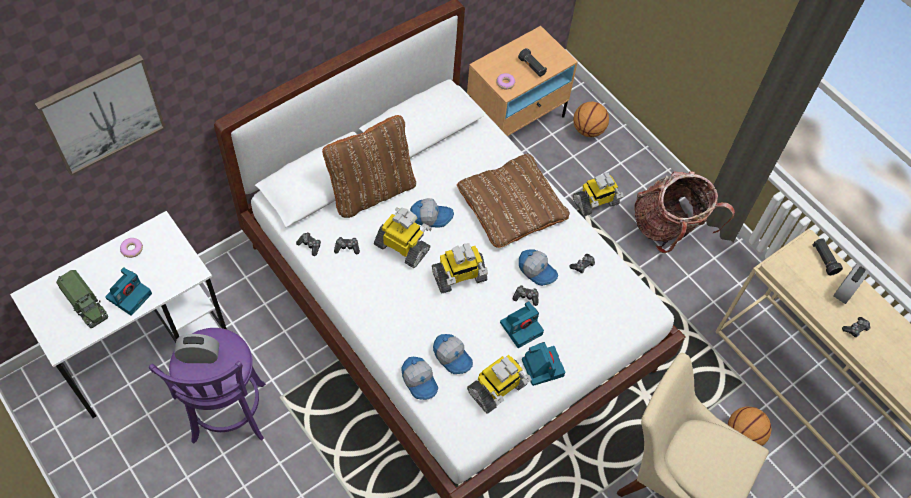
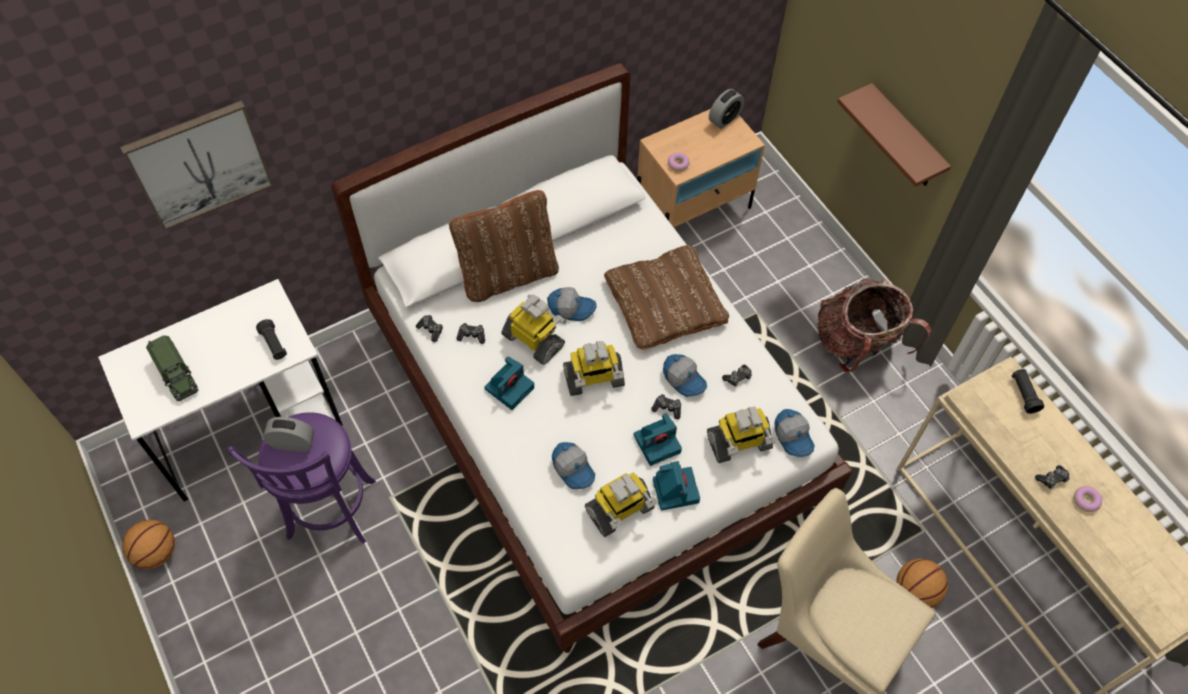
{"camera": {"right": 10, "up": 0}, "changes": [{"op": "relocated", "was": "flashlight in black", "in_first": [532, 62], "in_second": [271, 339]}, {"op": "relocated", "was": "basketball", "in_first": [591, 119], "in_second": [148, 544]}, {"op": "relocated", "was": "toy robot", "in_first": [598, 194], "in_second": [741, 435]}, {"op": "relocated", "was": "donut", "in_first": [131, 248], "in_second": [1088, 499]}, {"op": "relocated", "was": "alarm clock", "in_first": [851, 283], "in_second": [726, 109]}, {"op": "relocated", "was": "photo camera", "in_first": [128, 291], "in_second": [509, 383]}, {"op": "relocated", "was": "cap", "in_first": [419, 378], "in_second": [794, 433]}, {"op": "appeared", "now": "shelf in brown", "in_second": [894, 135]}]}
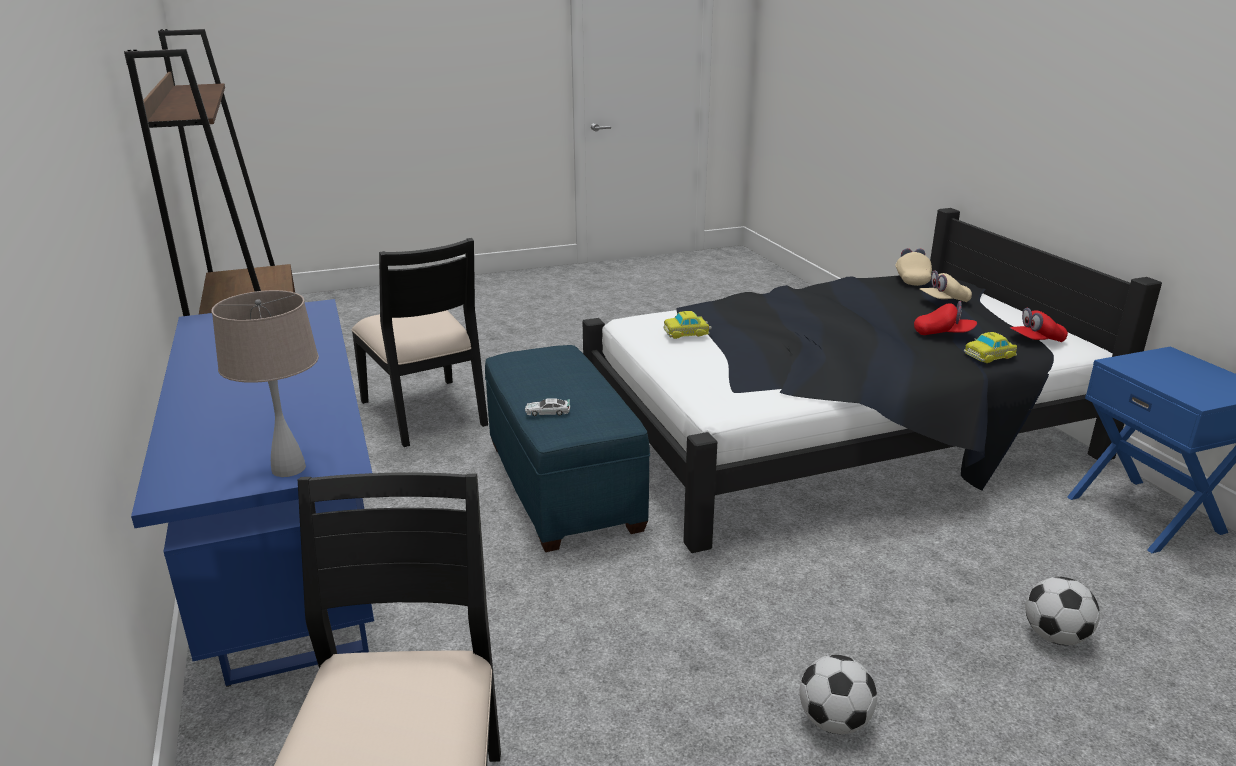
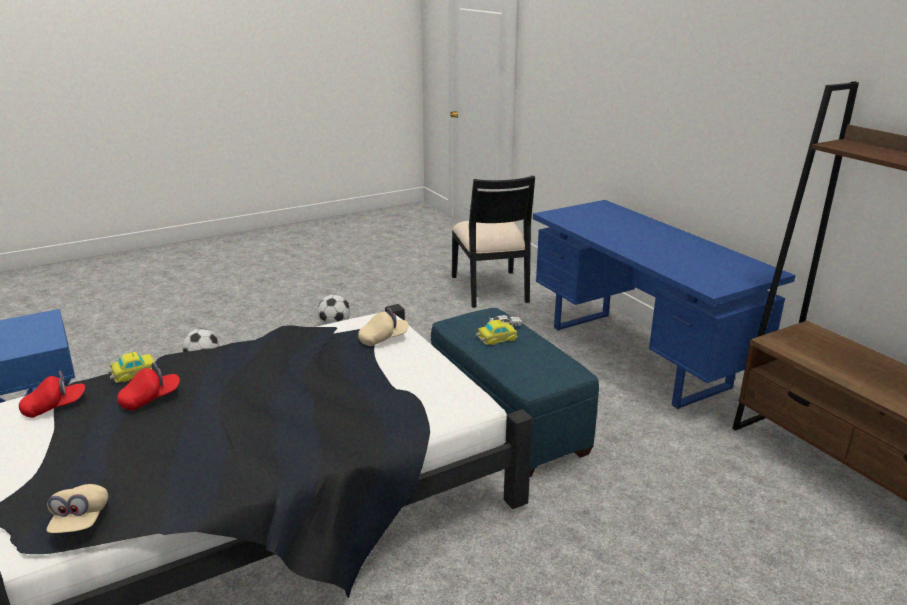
{"camera": {"right": 170, "up": 0}, "changes": [{"op": "missing", "was": "chair in black", "in_first": [420, 342]}, {"op": "relocated", "was": "cap in beige", "in_first": [946, 286], "in_second": [383, 327]}, {"op": "missing", "was": "table lamp in beige", "in_first": [265, 383]}, {"op": "spun", "was": "cap in red", "in_first": [945, 318], "in_second": [148, 386], "clockwise": 135}, {"op": "relocated", "was": "toy car", "in_first": [687, 325], "in_second": [497, 332]}]}
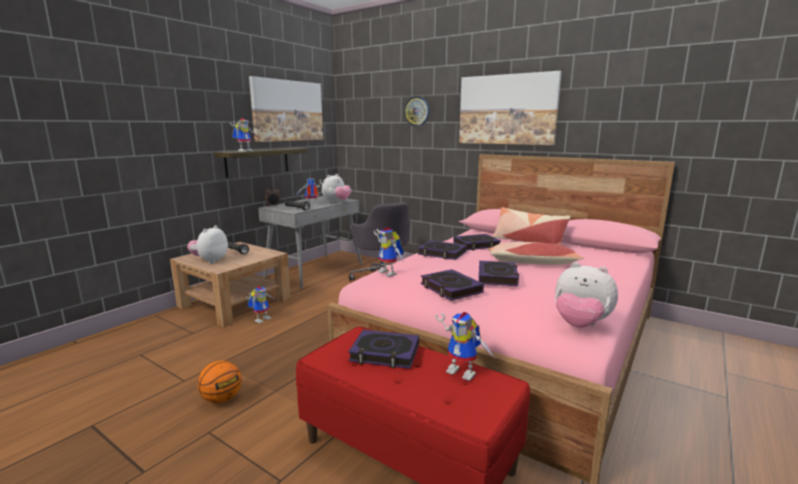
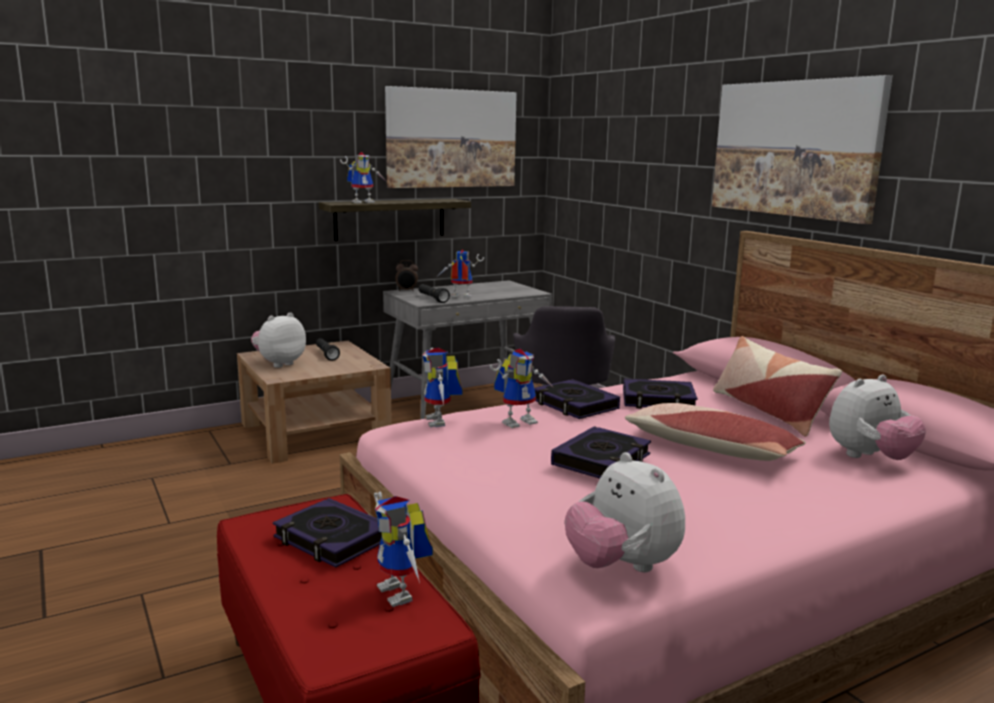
{"camera": {"right": 25, "up": 0}, "changes": [{"op": "missing", "was": "wall clock", "in_first": [416, 111]}, {"op": "relocated", "was": "plush toy", "in_first": [336, 188], "in_second": [877, 417]}, {"op": "missing", "was": "book", "in_first": [452, 285]}, {"op": "relocated", "was": "toy robot", "in_first": [260, 304], "in_second": [522, 388]}, {"op": "missing", "was": "basketball", "in_first": [220, 382]}]}
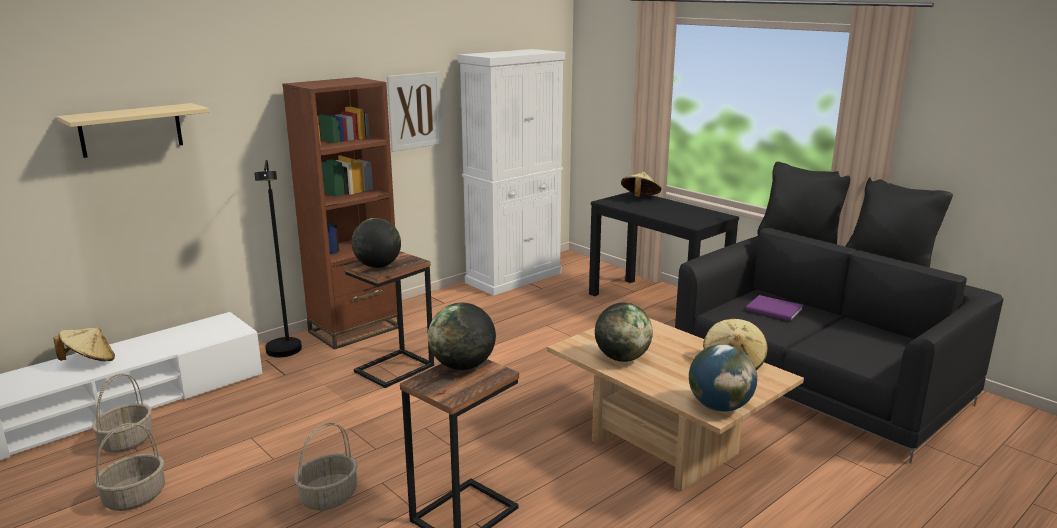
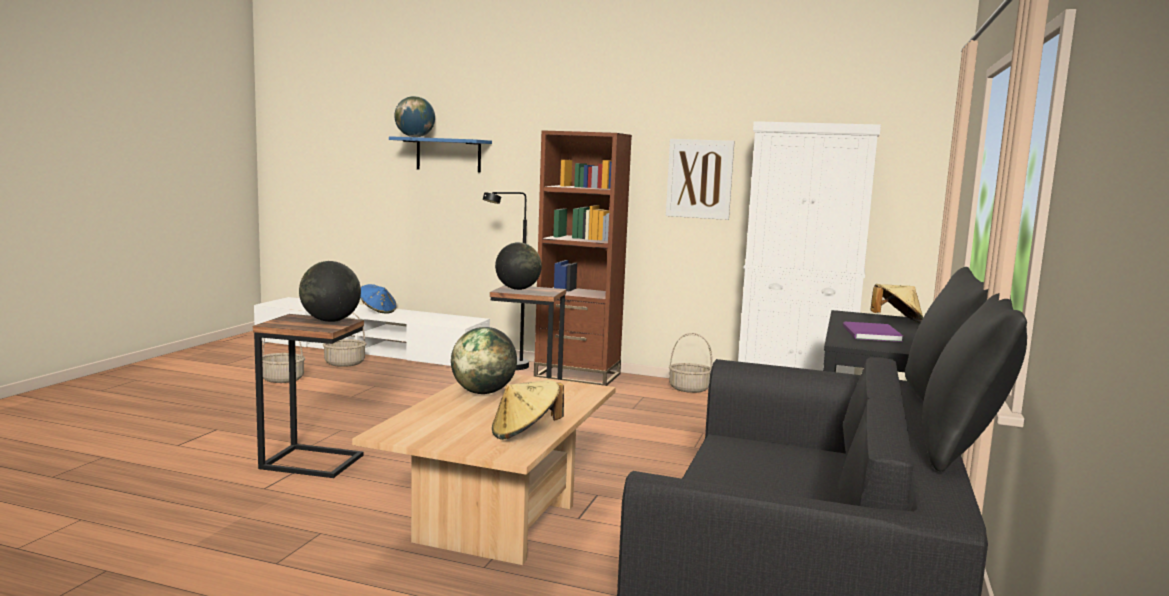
{"camera": {"right": 60, "up": -10}, "changes": [{"op": "colour", "was": "shelf in beige", "now": "shelf in blue", "in_first": [133, 130], "in_second": [440, 154]}, {"op": "relocated", "was": "book in purple", "in_first": [774, 308], "in_second": [873, 332]}, {"op": "colour", "was": "hat in beige", "now": "hat in blue", "in_first": [84, 344], "in_second": [378, 299]}, {"op": "relocated", "was": "globe", "in_first": [723, 378], "in_second": [414, 116]}, {"op": "relocated", "was": "basket", "in_first": [326, 467], "in_second": [690, 363]}]}
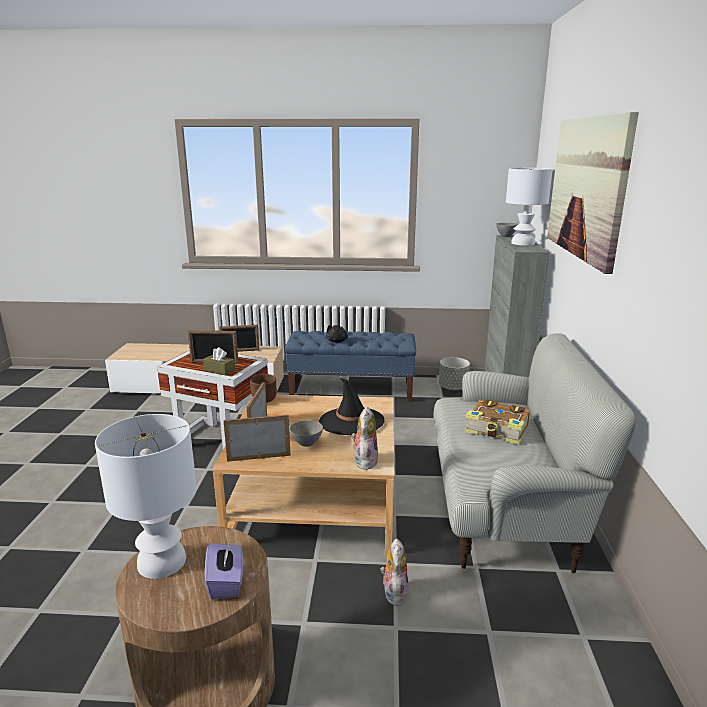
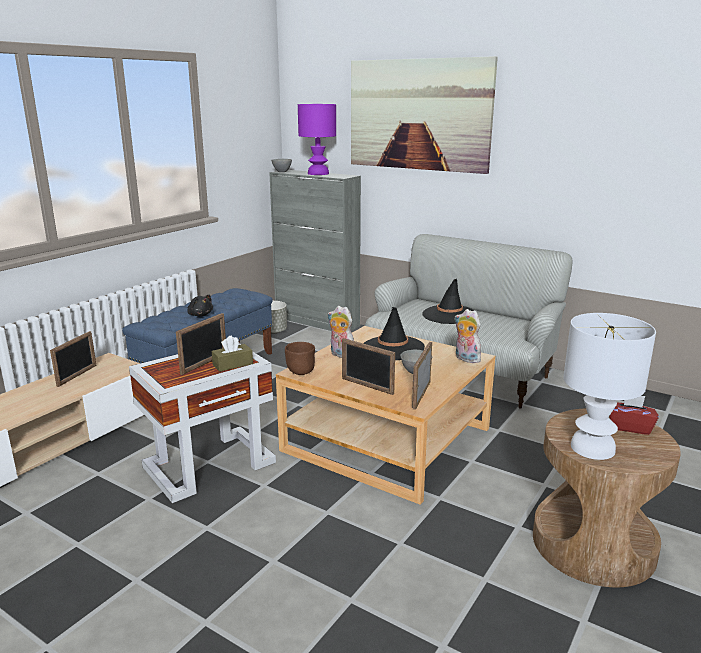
{"camera": {"right": -60, "up": 0}, "changes": [{"op": "colour", "was": "table lamp in white", "now": "table lamp in purple", "in_first": [529, 207], "in_second": [317, 139]}, {"op": "exchanged", "was": "book", "now": "hat in black", "in_first": [497, 422], "in_second": [448, 301]}, {"op": "relocated", "was": "plush toy", "in_first": [394, 572], "in_second": [340, 332]}, {"op": "colour", "was": "tissue box in purple", "now": "tissue box in red", "in_first": [223, 570], "in_second": [634, 415]}]}
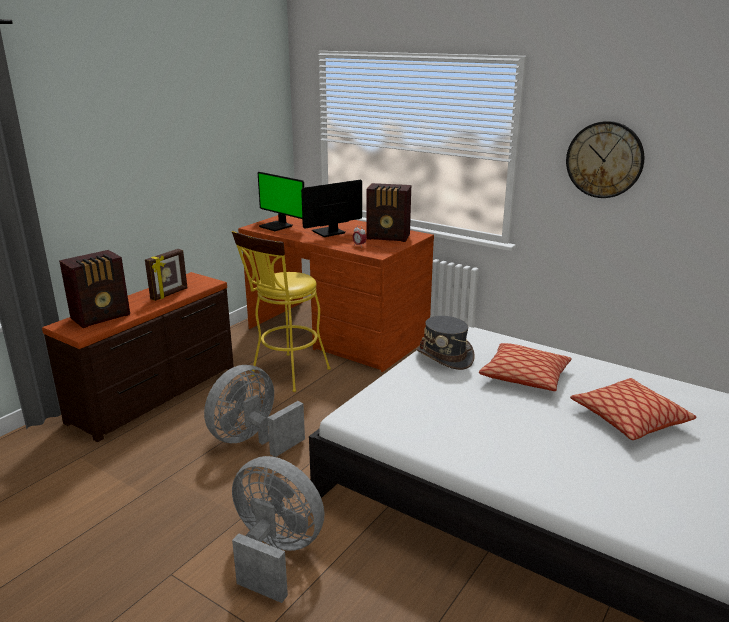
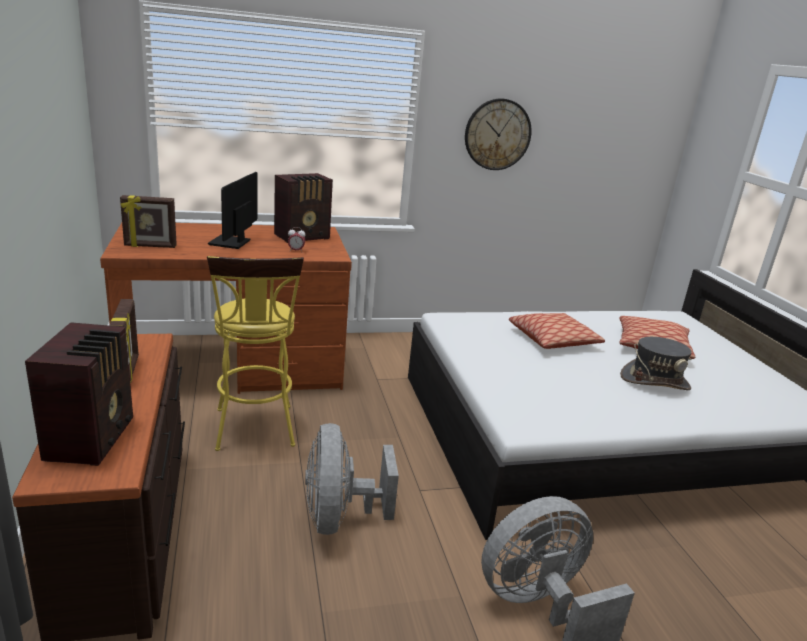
{"camera": {"right": -50, "up": 0}, "changes": [{"op": "exchanged", "was": "monitor", "now": "picture frame", "in_first": [281, 201], "in_second": [148, 221]}, {"op": "relocated", "was": "hat in grey", "in_first": [445, 343], "in_second": [656, 363]}]}
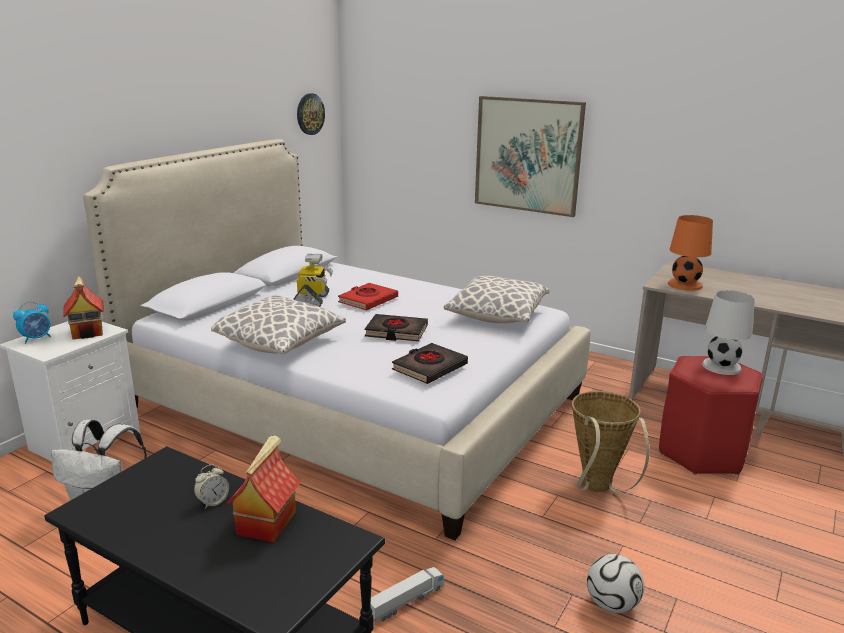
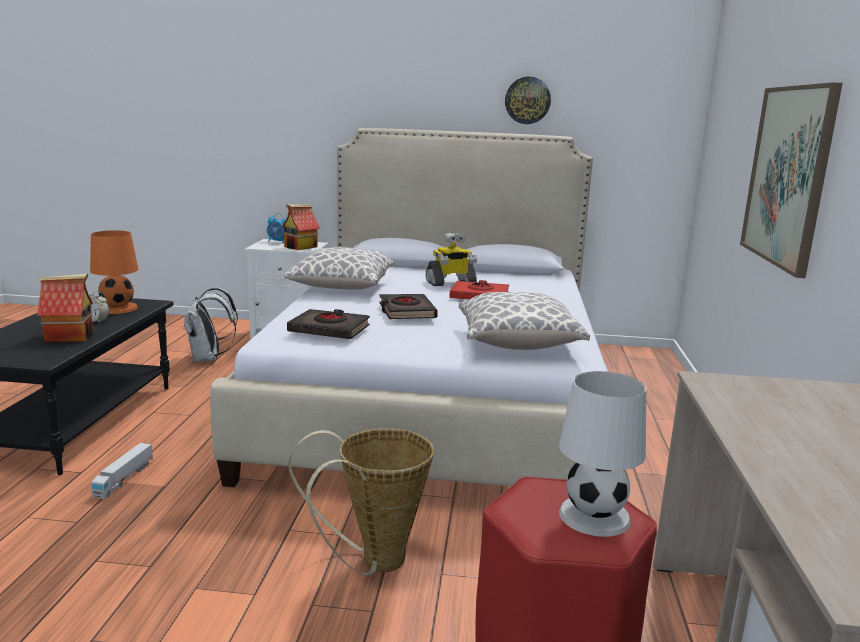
{"camera": {"right": 65, "up": -5}, "changes": [{"op": "relocated", "was": "wall clock", "in_first": [311, 114], "in_second": [528, 100]}, {"op": "relocated", "was": "table lamp in orange", "in_first": [690, 253], "in_second": [114, 272]}, {"op": "missing", "was": "football", "in_first": [615, 583]}, {"op": "spun", "was": "toy truck", "in_first": [407, 595], "in_second": [122, 471], "clockwise": 75}]}
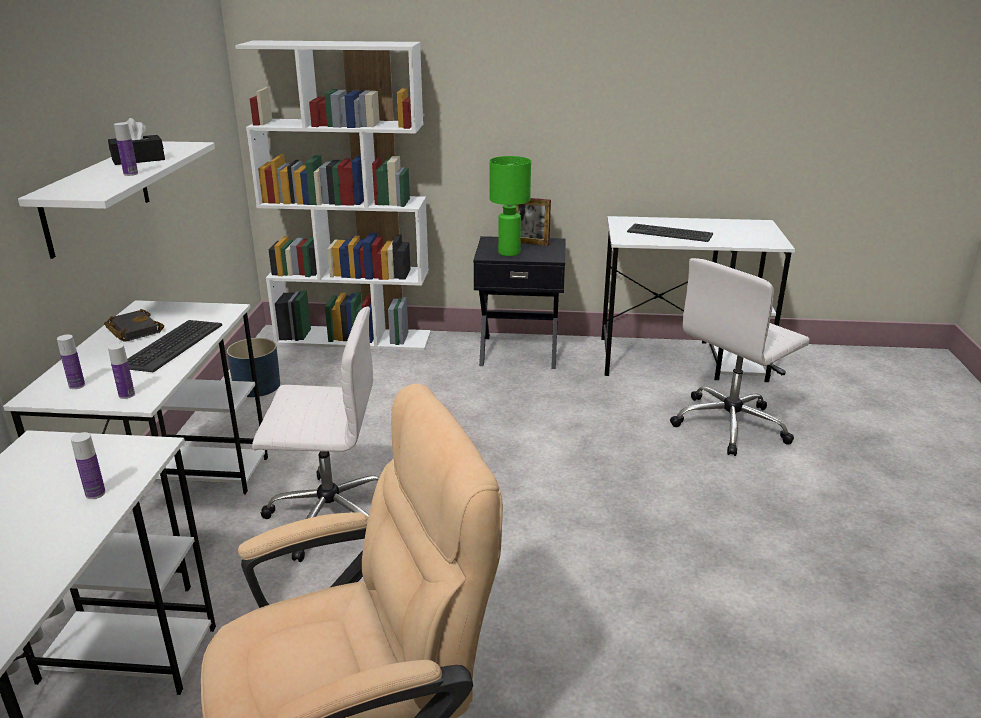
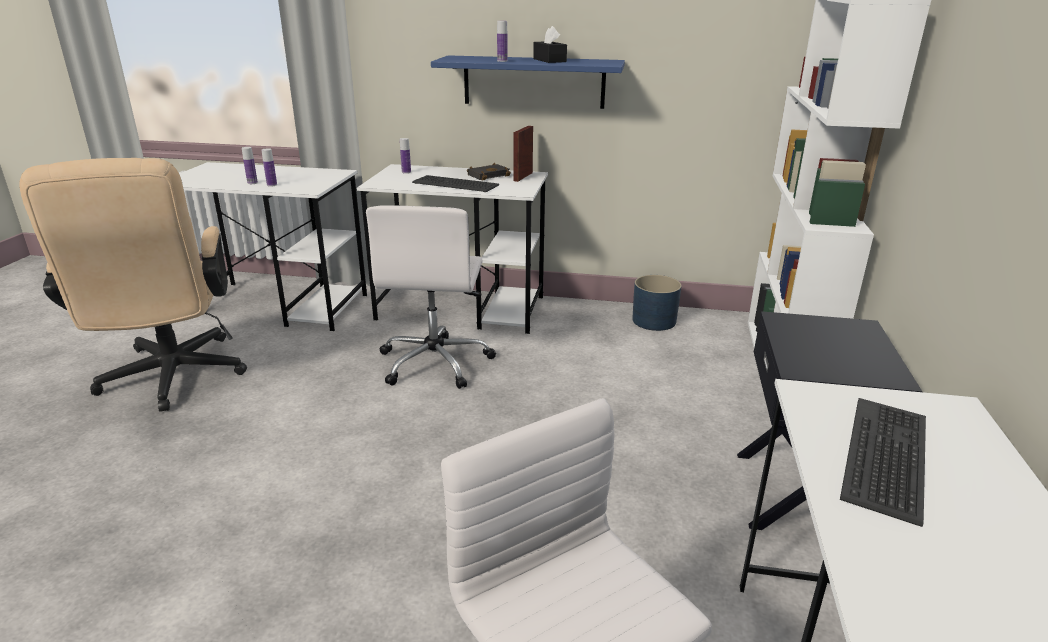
{"camera": {"right": 95, "up": 0}, "changes": [{"op": "colour", "was": "shelf in white", "now": "shelf in blue", "in_first": [116, 200], "in_second": [528, 82]}, {"op": "missing", "was": "table lamp in green", "in_first": [510, 206]}, {"op": "relocated", "was": "picture frame", "in_first": [533, 222], "in_second": [523, 154]}, {"op": "relocated", "was": "bottle", "in_first": [121, 371], "in_second": [250, 165]}]}
